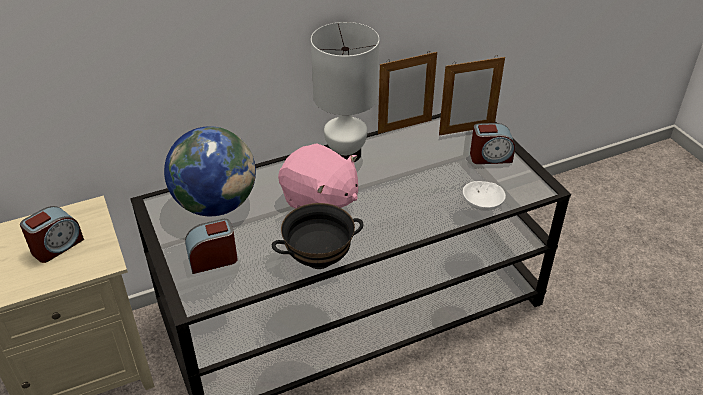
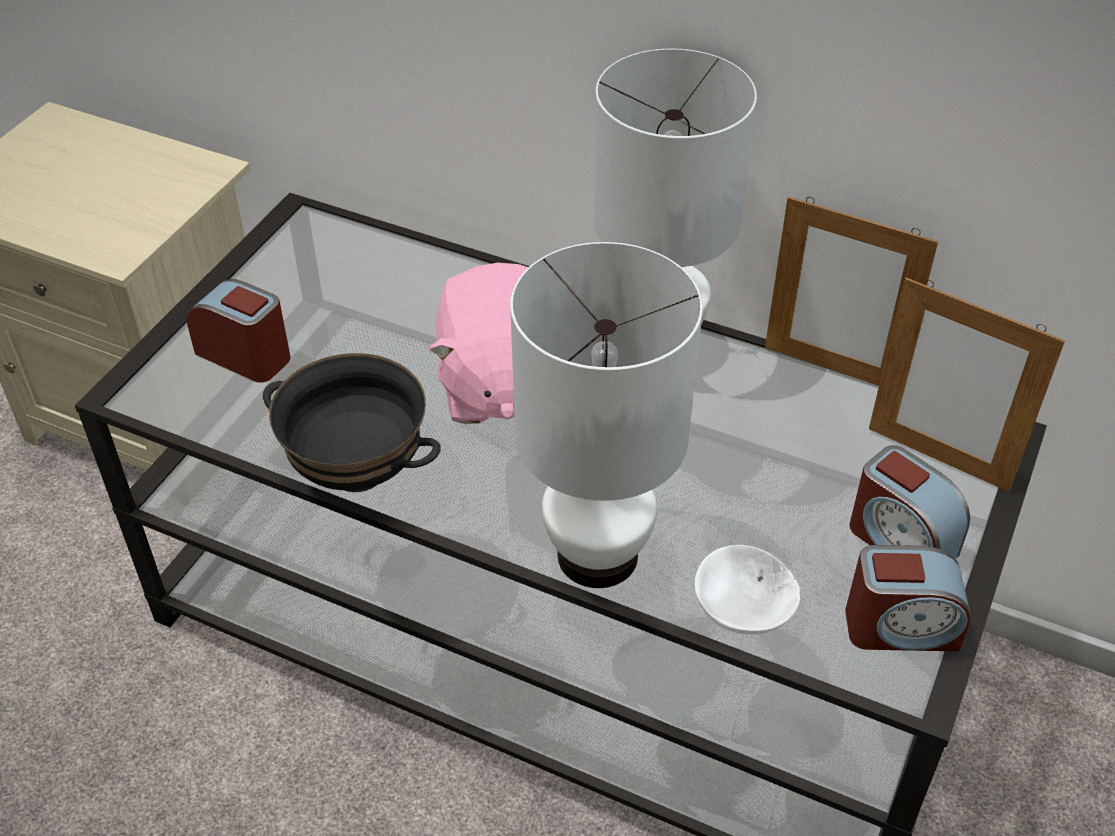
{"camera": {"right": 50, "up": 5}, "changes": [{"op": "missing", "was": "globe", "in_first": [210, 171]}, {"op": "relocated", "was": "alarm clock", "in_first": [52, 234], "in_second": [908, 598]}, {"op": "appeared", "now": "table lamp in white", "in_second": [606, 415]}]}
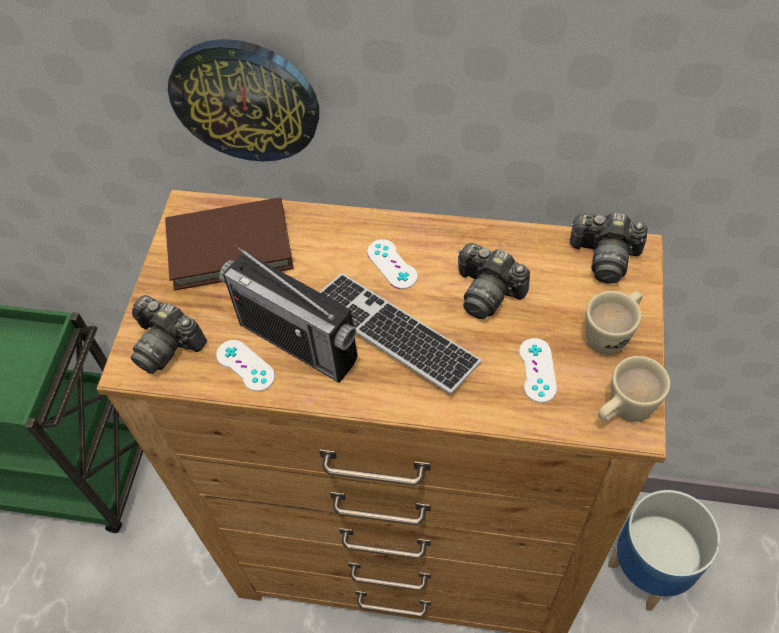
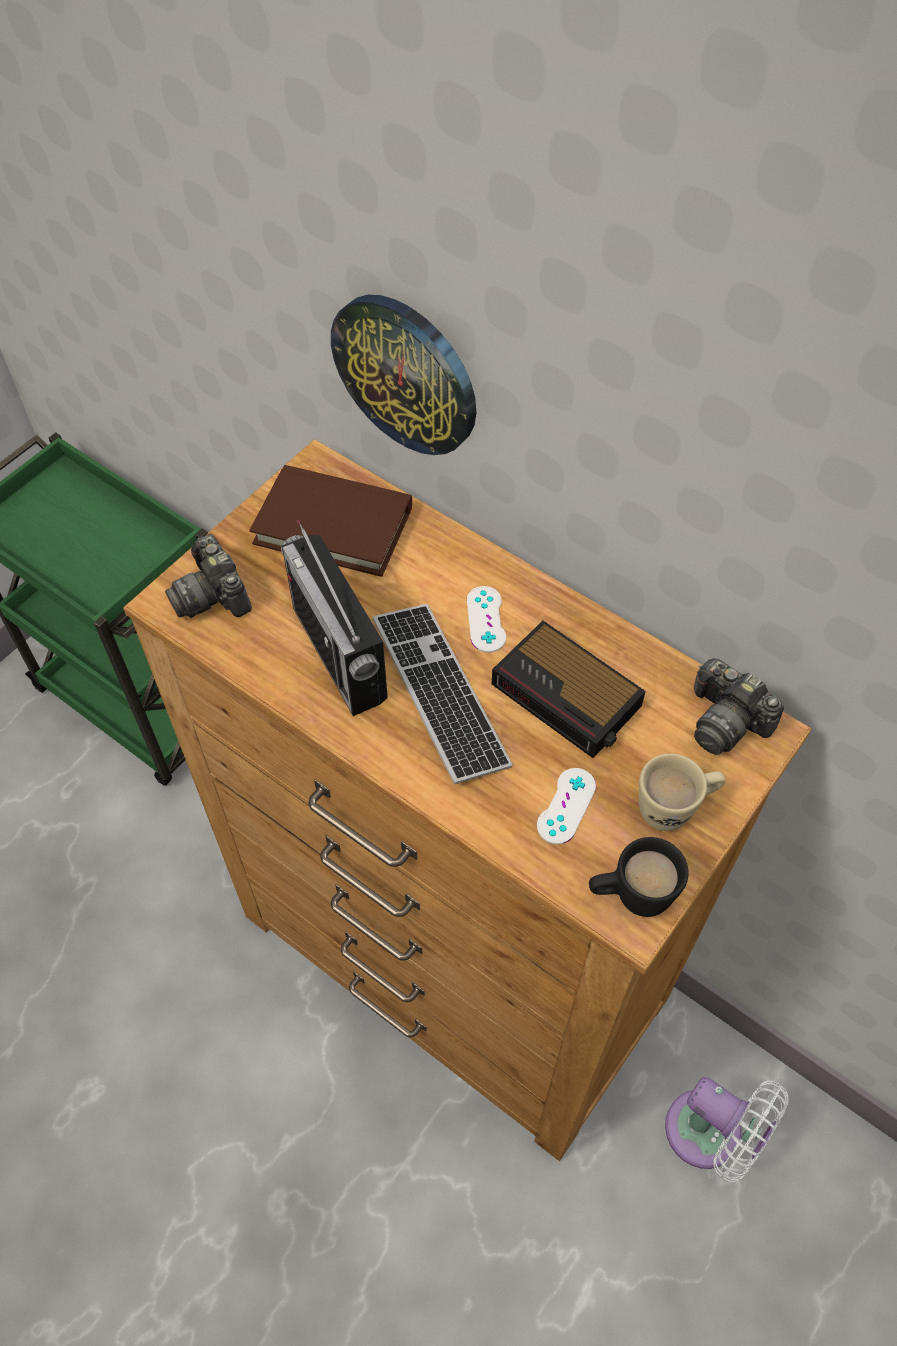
{"camera": {"right": 25, "up": 0}, "changes": [{"op": "exchanged", "was": "photo camera", "now": "alarm clock", "in_first": [494, 281], "in_second": [569, 689]}, {"op": "missing", "was": "game controller in white", "in_first": [245, 365]}, {"op": "colour", "was": "mug in beige", "now": "mug in black", "in_first": [634, 389], "in_second": [639, 877]}, {"op": "exchanged", "was": "planter", "now": "fan in white", "in_first": [664, 550], "in_second": [727, 1129]}]}
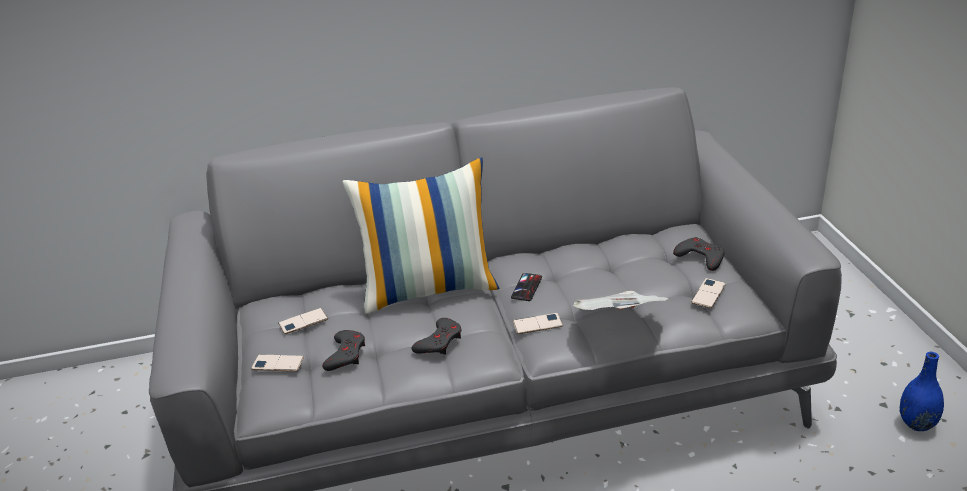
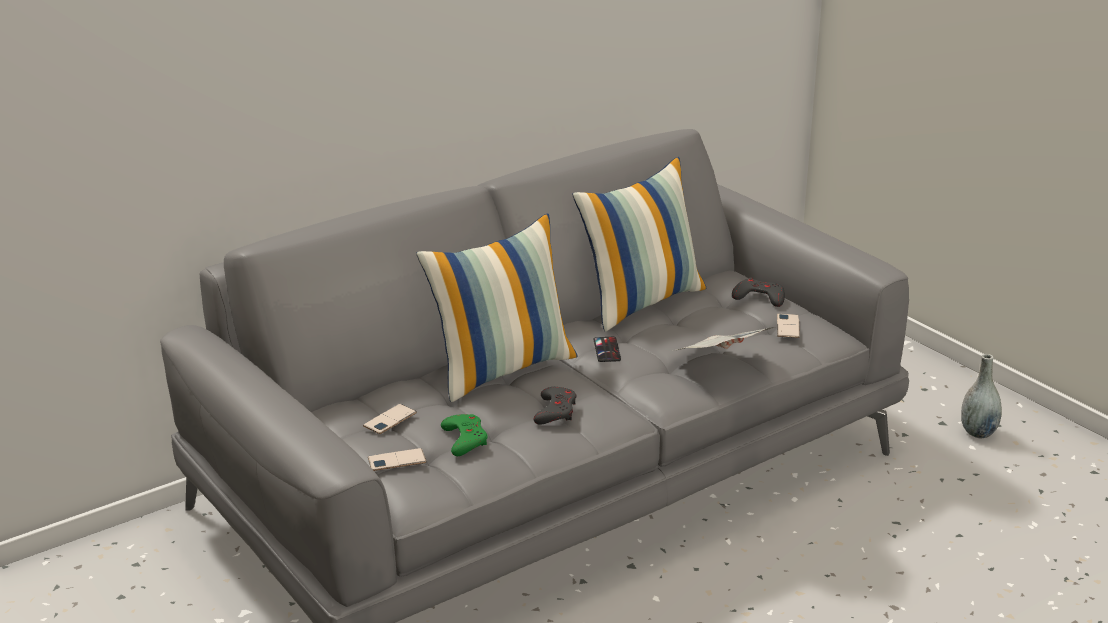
{"camera": {"right": -25, "up": -5}, "changes": [{"op": "missing", "was": "phone", "in_first": [538, 323]}, {"op": "colour", "was": "game controller in grey", "now": "game controller in green", "in_first": [343, 350], "in_second": [464, 435]}, {"op": "colour", "was": "vase in blue", "now": "vase in grey", "in_first": [922, 391], "in_second": [981, 396]}, {"op": "appeared", "now": "pillow", "in_second": [639, 244]}]}
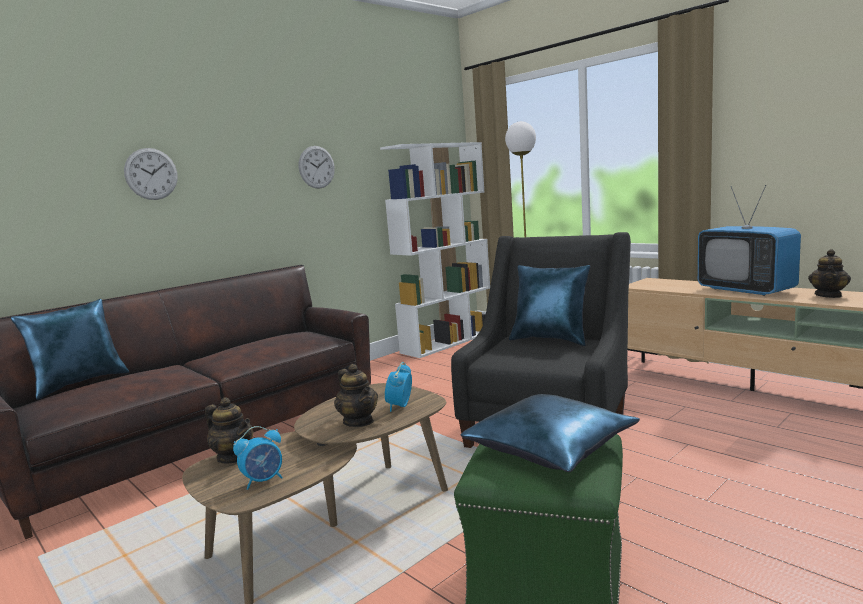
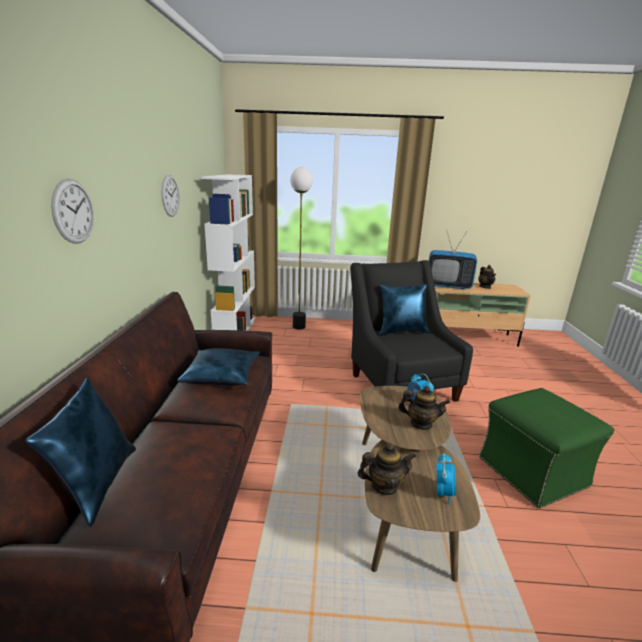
{"camera": {"right": -45, "up": 10}, "changes": [{"op": "relocated", "was": "pillow in blue", "in_first": [550, 433], "in_second": [218, 367]}]}
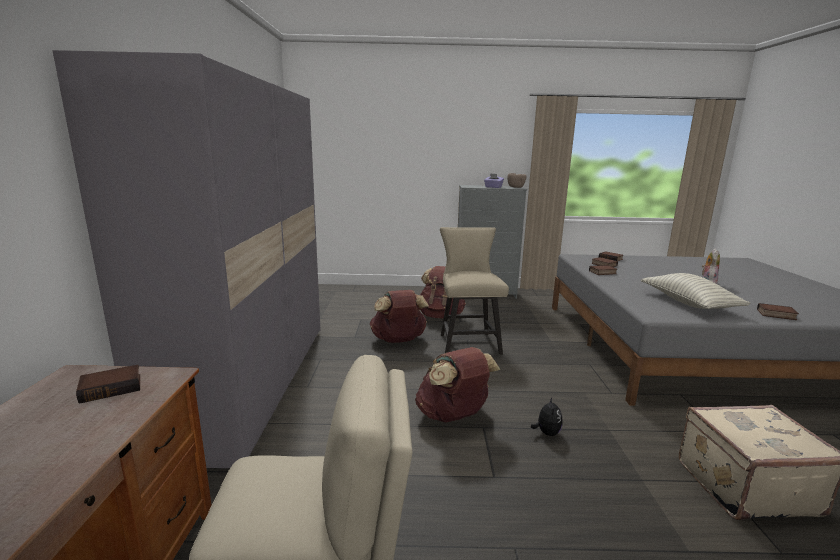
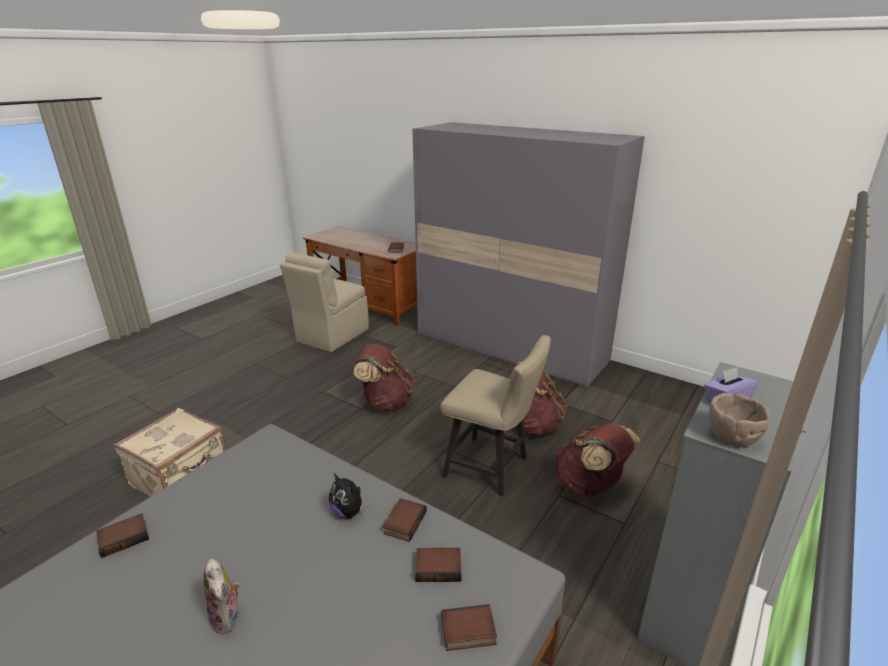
{"camera": {"right": 125, "up": 10}, "changes": [{"op": "missing", "was": "pillow", "in_first": [696, 291]}, {"op": "relocated", "was": "plush toy", "in_first": [546, 417], "in_second": [348, 496]}]}
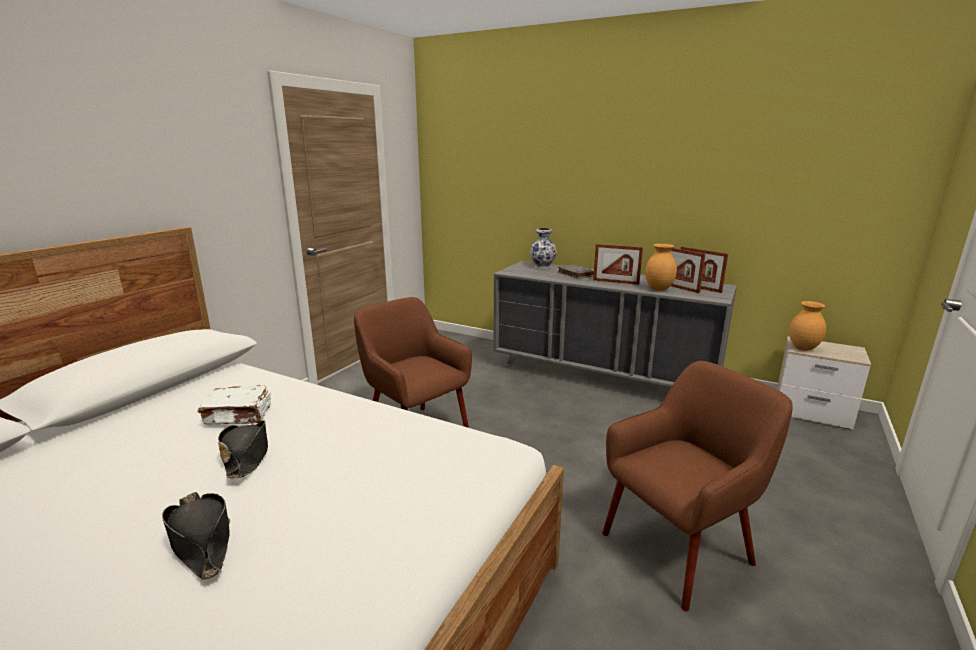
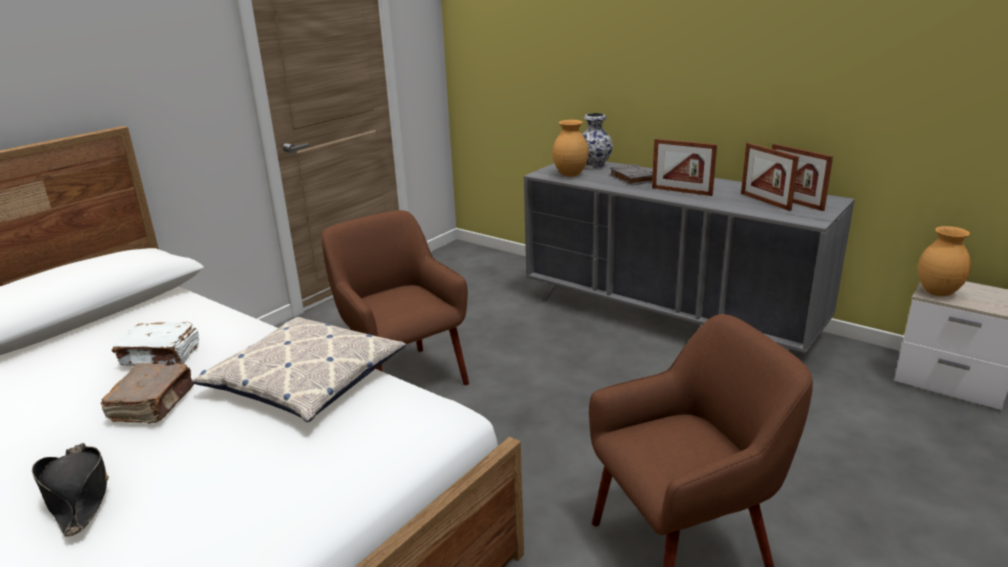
{"camera": {"right": 10, "up": 5}, "changes": [{"op": "relocated", "was": "vase in brown", "in_first": [661, 267], "in_second": [571, 148]}, {"op": "exchanged", "was": "hat in black", "now": "book in brown", "in_first": [243, 449], "in_second": [147, 393]}, {"op": "appeared", "now": "pillow", "in_second": [299, 369]}]}
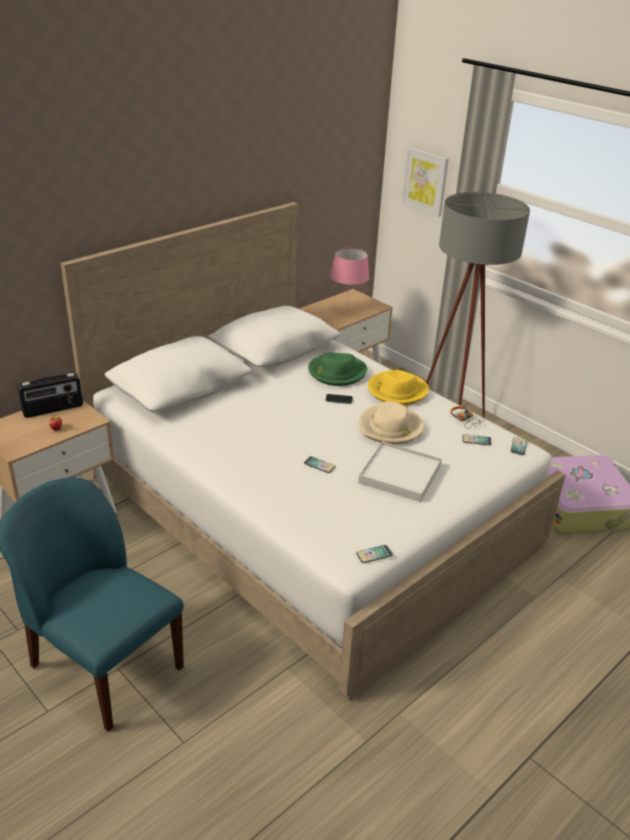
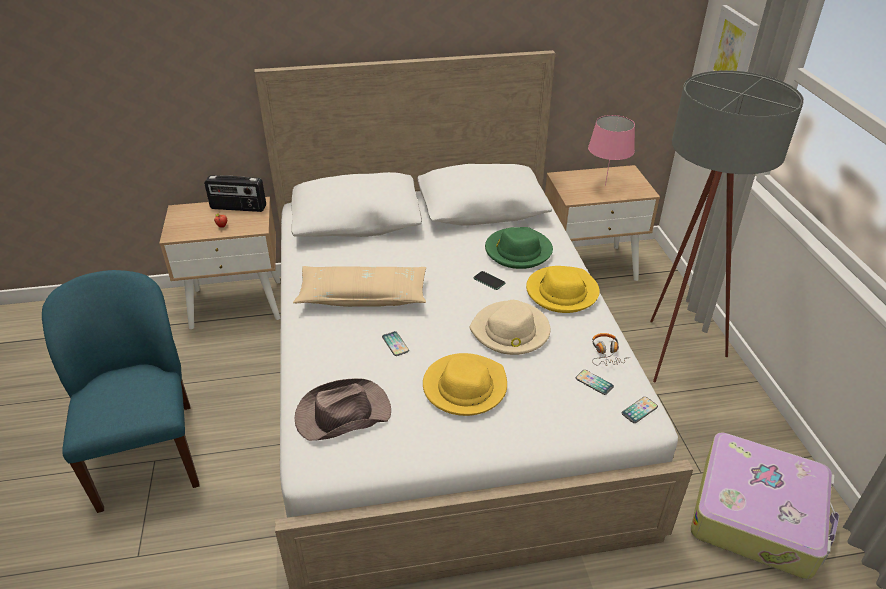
{"camera": {"right": 35, "up": 5}, "changes": [{"op": "exchanged", "was": "tray in white", "now": "hat in yellow", "in_first": [400, 471], "in_second": [465, 384]}, {"op": "missing", "was": "phone", "in_first": [374, 554]}, {"op": "appeared", "now": "pillow in beige", "in_second": [359, 286]}, {"op": "appeared", "now": "hat in brown", "in_second": [343, 409]}]}
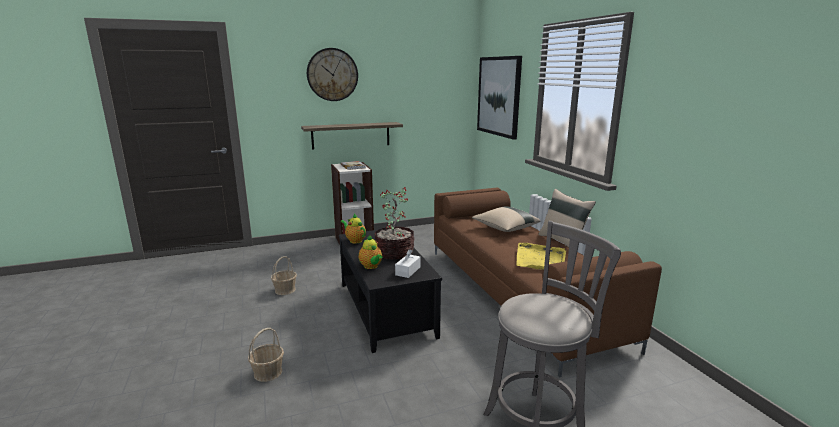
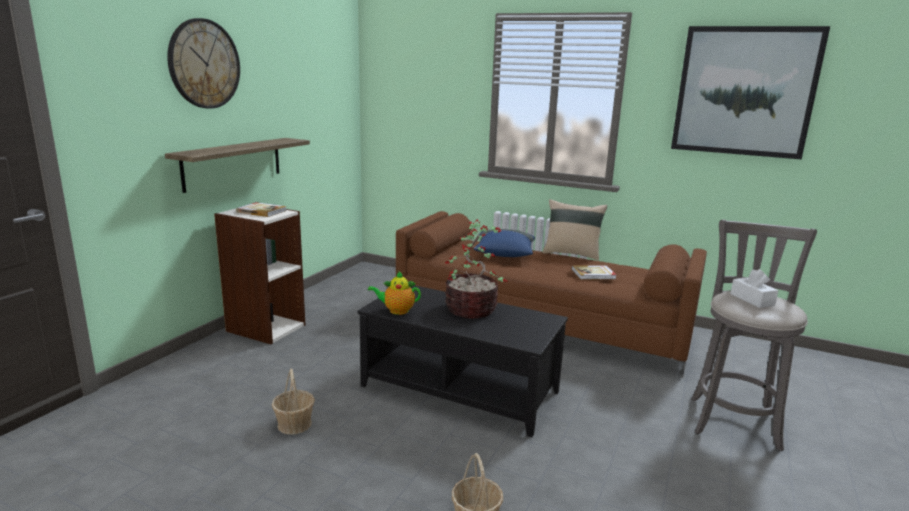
{"camera": {"right": -45, "up": 0}, "changes": [{"op": "relocated", "was": "picture", "in_first": [499, 98], "in_second": [750, 92]}, {"op": "colour", "was": "pillow in beige", "now": "pillow in blue", "in_first": [506, 219], "in_second": [504, 243]}, {"op": "missing", "was": "teapot", "in_first": [370, 252]}, {"op": "exchanged", "was": "tray in yellow", "now": "book", "in_first": [541, 256], "in_second": [594, 272]}, {"op": "relocated", "was": "tissue box in white", "in_first": [407, 263], "in_second": [754, 288]}]}
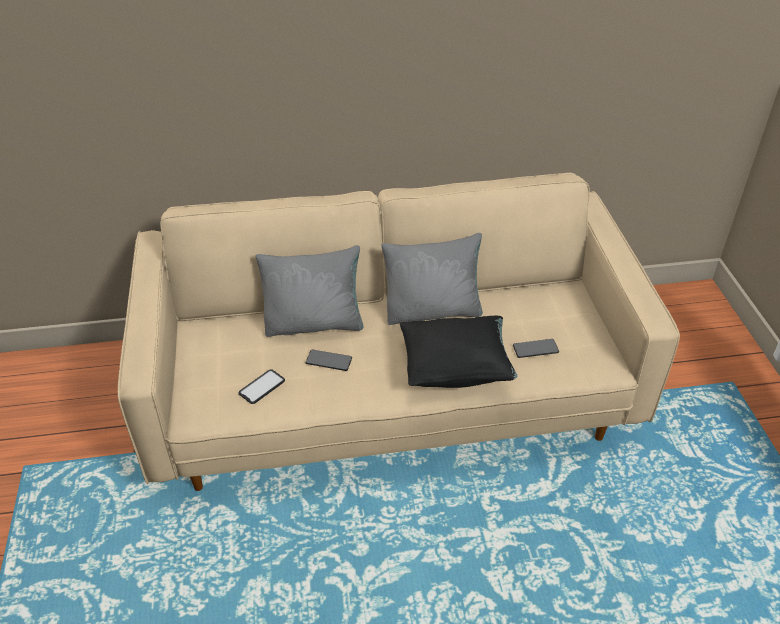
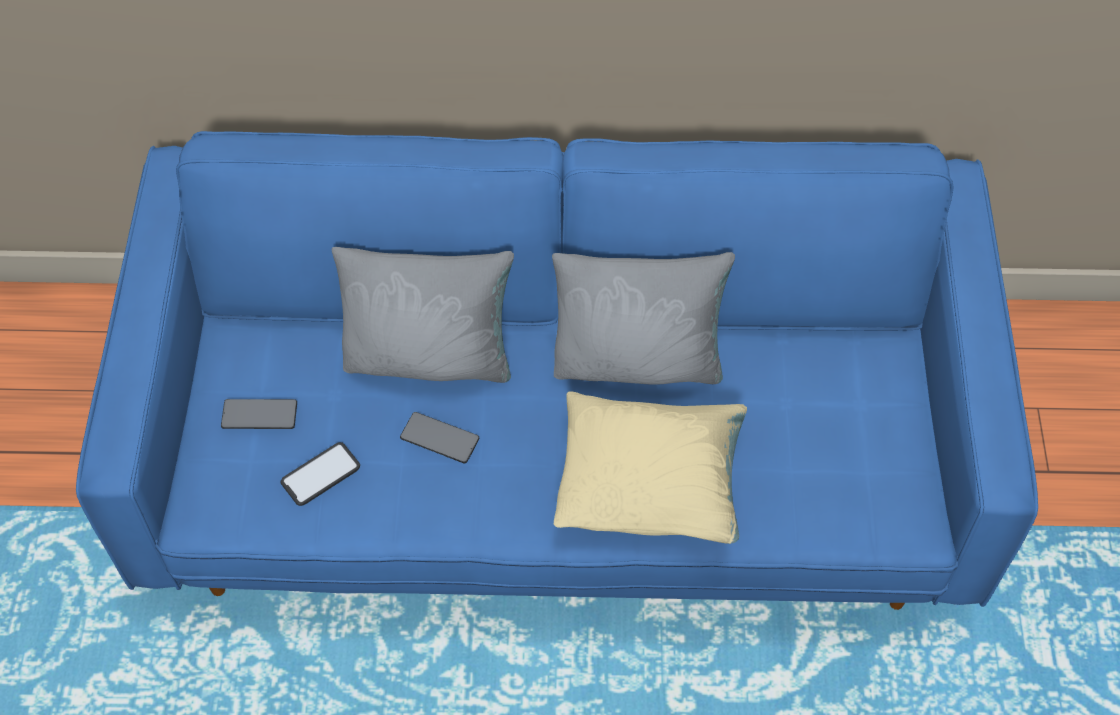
{"camera": {"right": 10, "up": 15}, "changes": [{"op": "colour", "was": "sofa in beige", "now": "sofa in blue", "in_first": [399, 332], "in_second": [557, 370]}, {"op": "colour", "was": "pillow in black", "now": "pillow in beige", "in_first": [458, 352], "in_second": [650, 467]}, {"op": "relocated", "was": "phone", "in_first": [536, 348], "in_second": [259, 414]}]}
